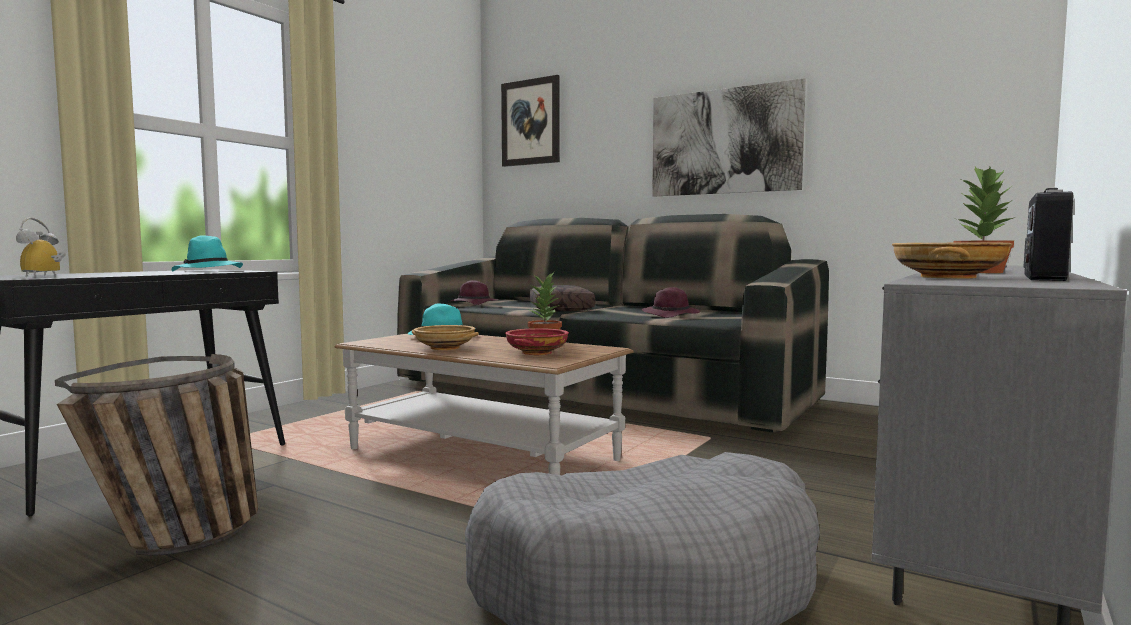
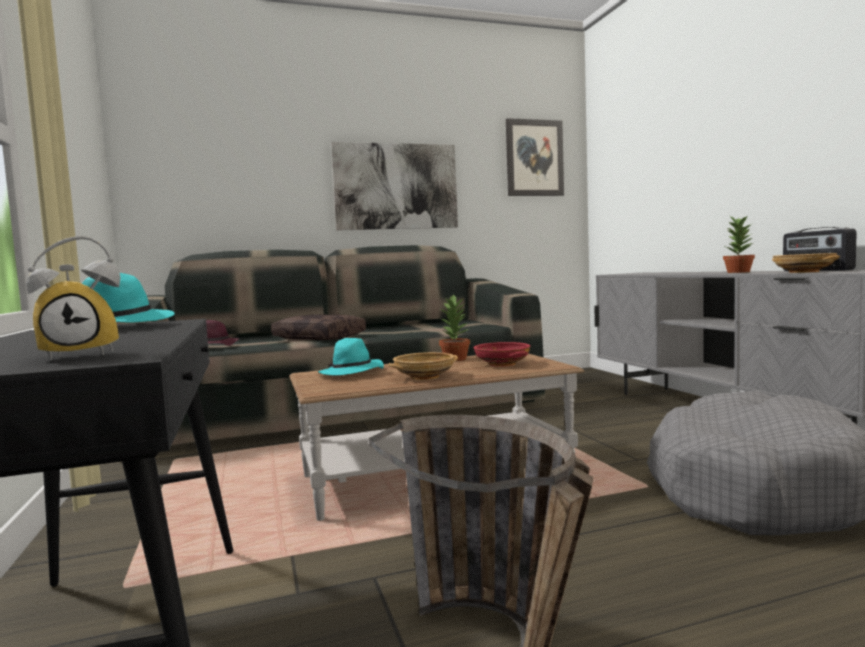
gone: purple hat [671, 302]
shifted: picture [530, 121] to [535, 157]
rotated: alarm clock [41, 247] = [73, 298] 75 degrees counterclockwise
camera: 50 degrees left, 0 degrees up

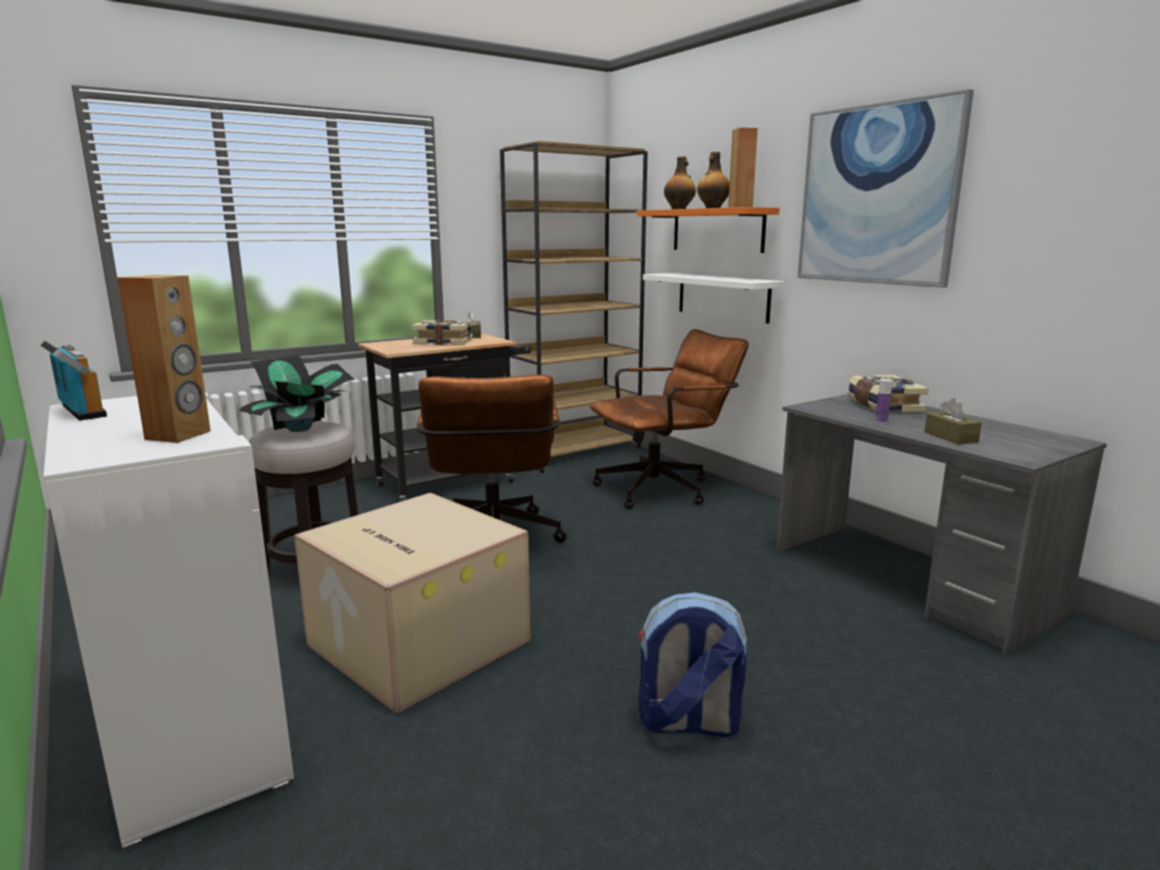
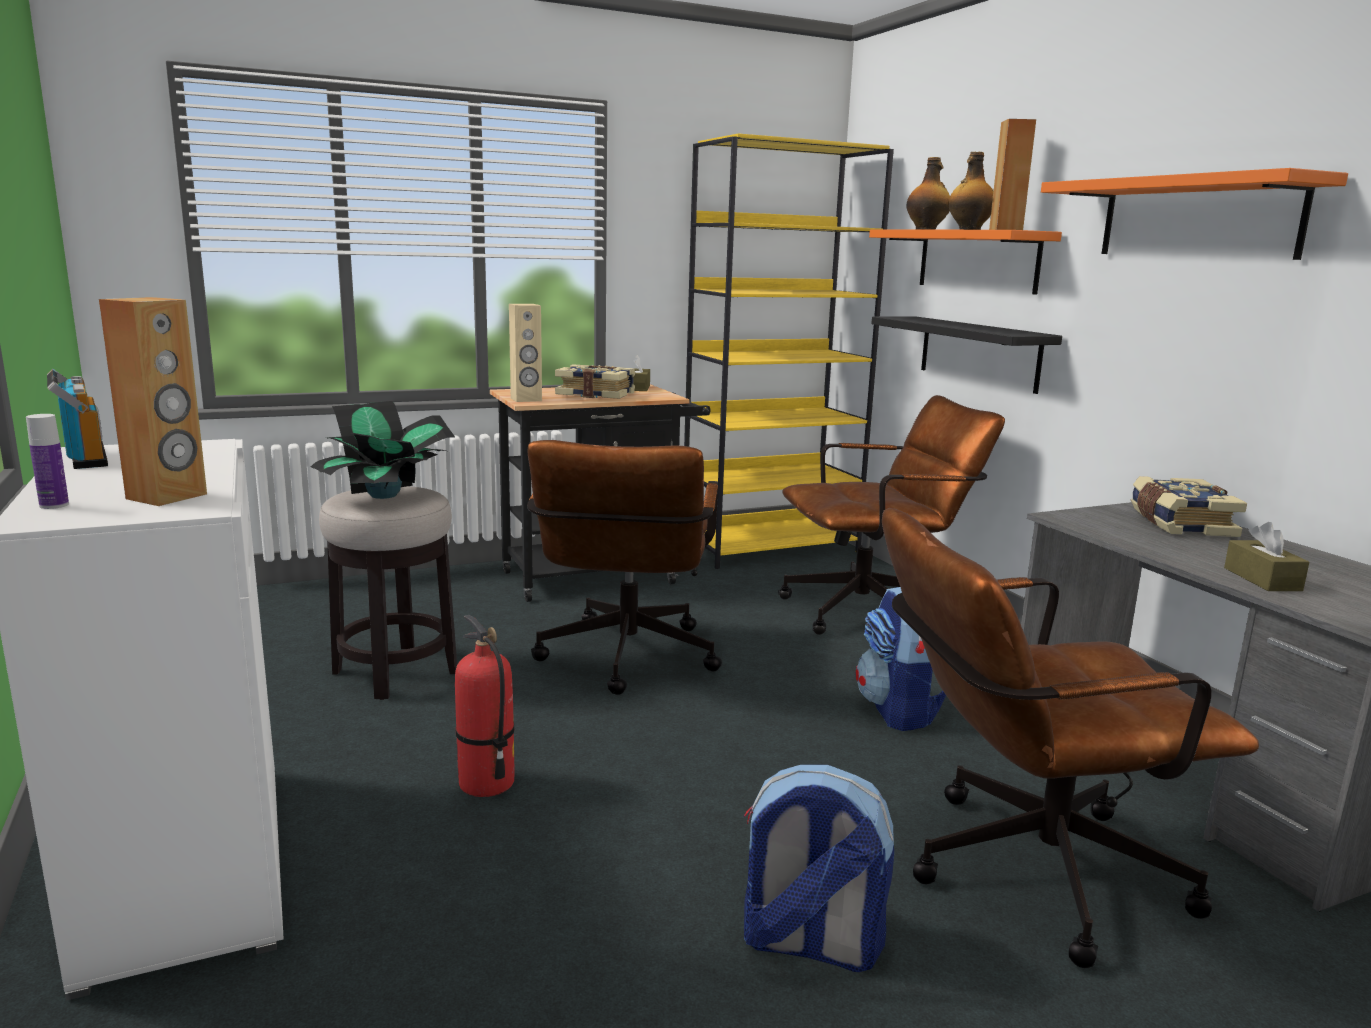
new: beige speaker [525, 353]; backpack [901, 659]; brown office chair [1070, 738]
shifted: bottle [883, 401] to [47, 461]
swapped: cardboard box [412, 603] to fire extinguisher [485, 706]; picture [885, 188] to orange shelf [1194, 214]
repainted: brown bookcase [574, 299] to yellow bookcase [789, 351]; white shelf [714, 298] to black shelf [966, 355]
camera: 10 degrees right, 0 degrees up

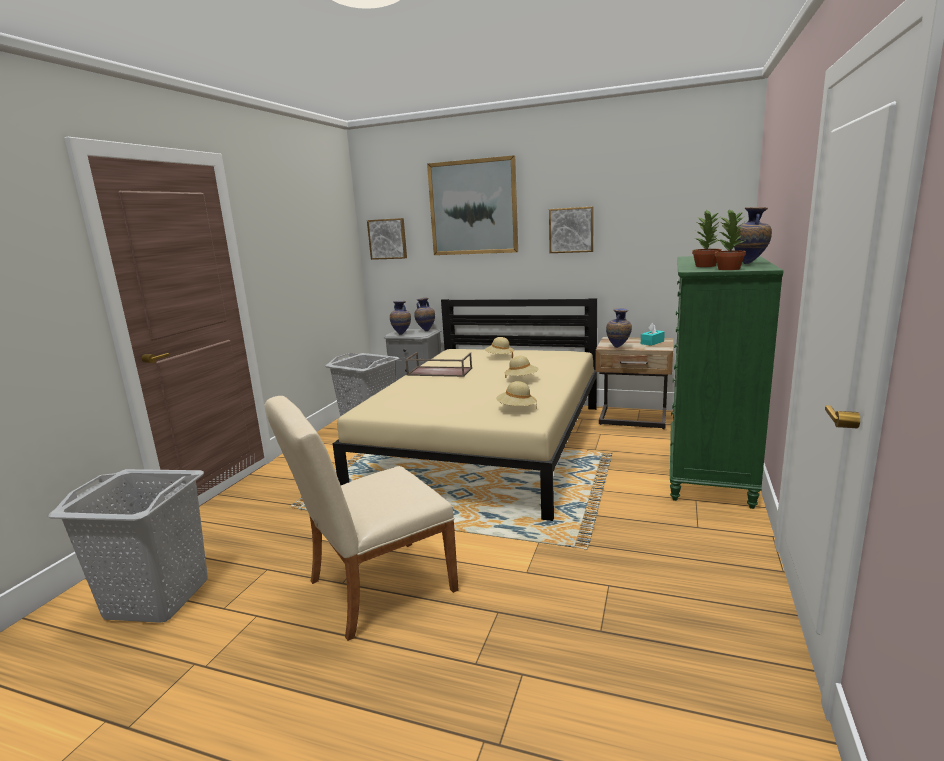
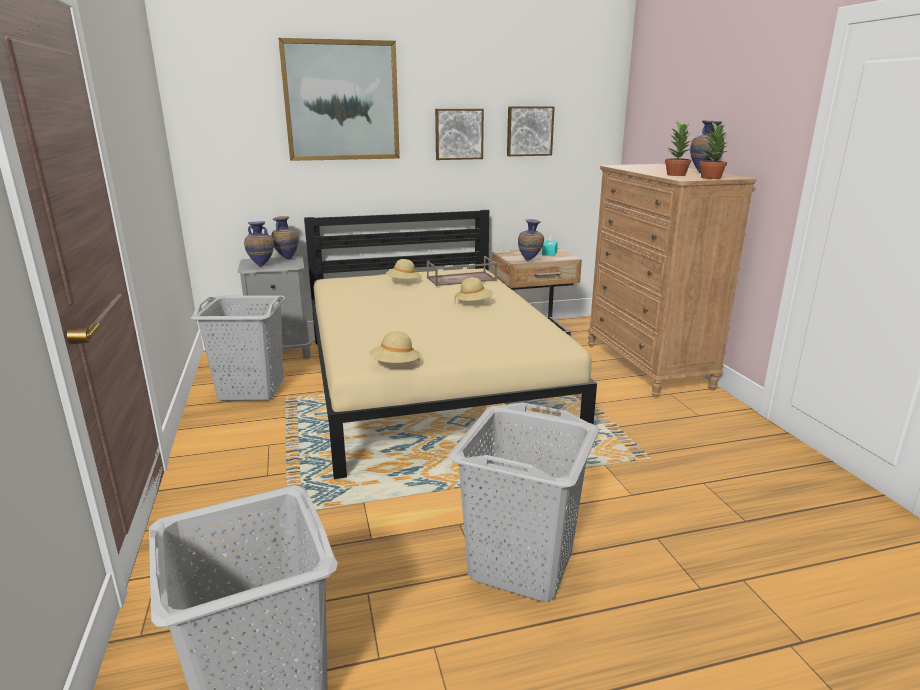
shifted: picture [387, 239] to [531, 131]; brown tray [438, 364] to [462, 271]; beige hat [516, 395] to [394, 347]
swapped: beige chair [361, 518] to grey laundry basket [524, 502]
repainted: green dresser [727, 382] to brown dresser [672, 281]
camera: 35 degrees left, 5 degrees up

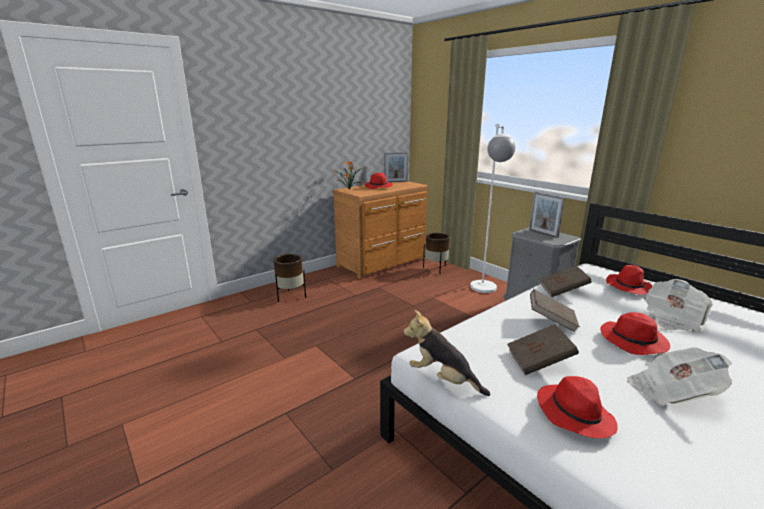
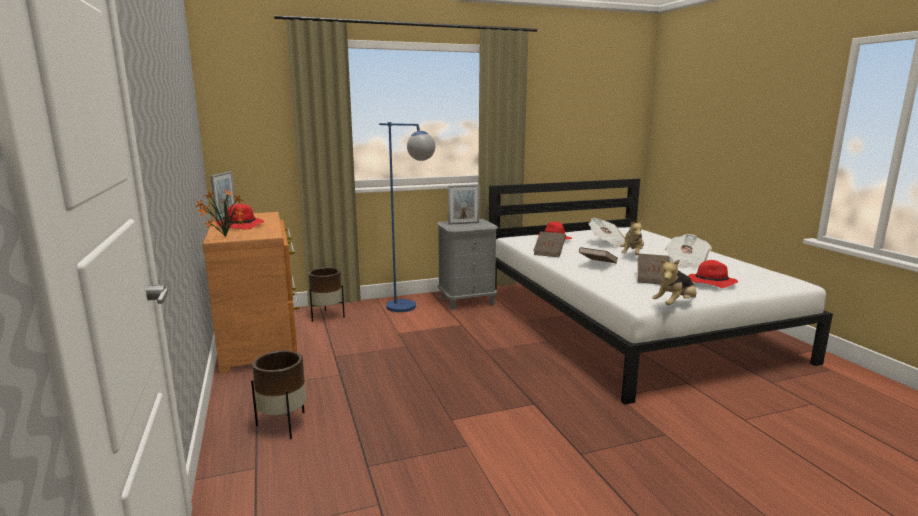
swapped: red hat [635, 333] to plush toy [632, 237]
repainted: white floor lamp [492, 208] to blue floor lamp [407, 217]
camera: 70 degrees left, 5 degrees down

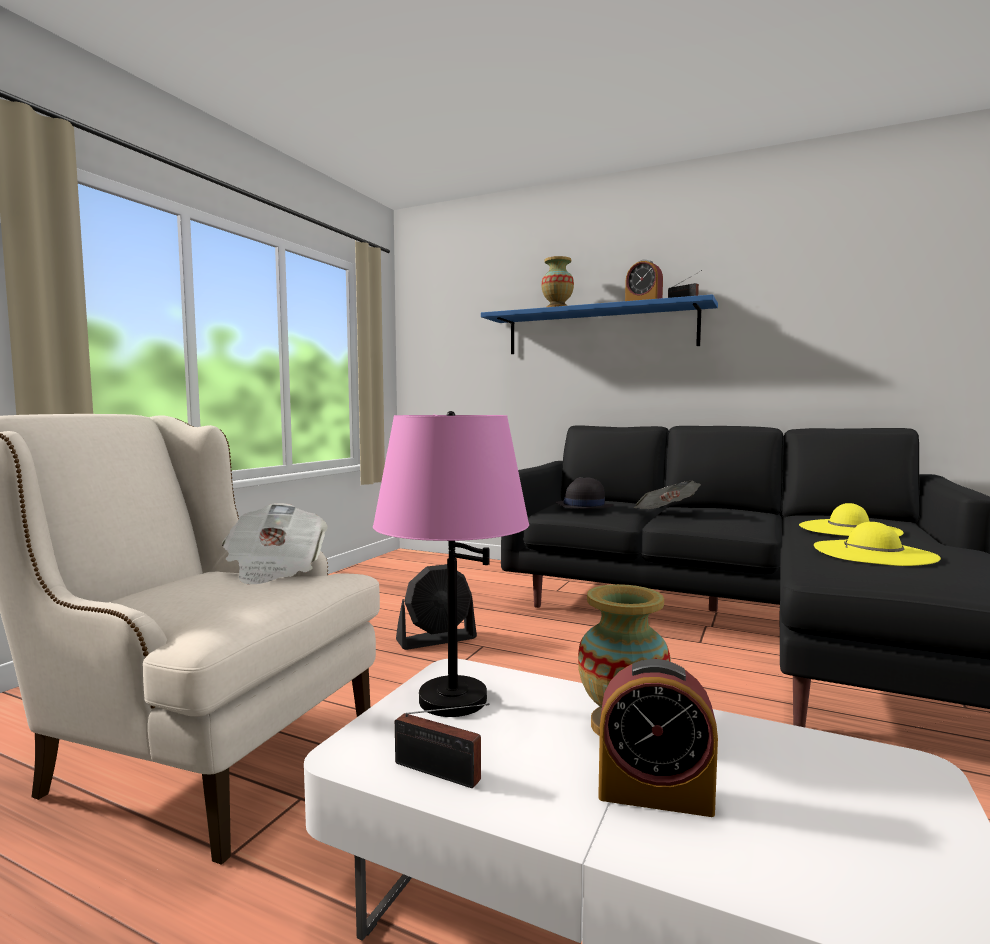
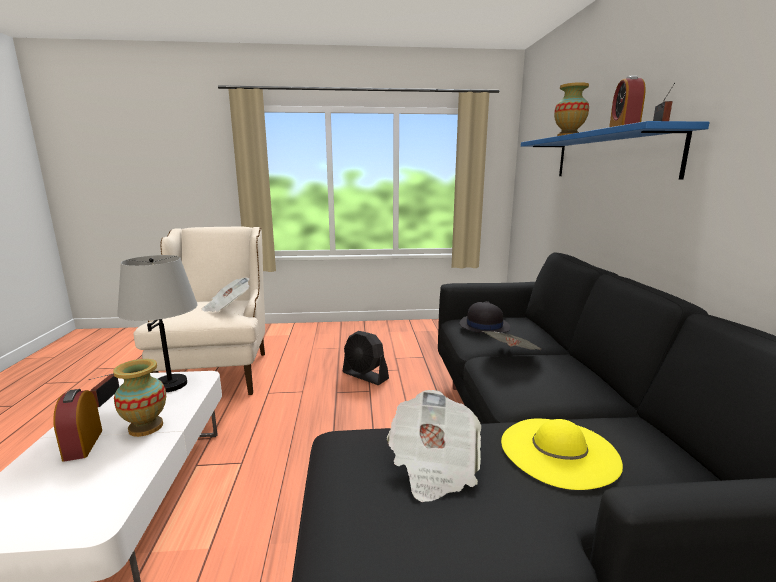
swapped: yellow hat [877, 544] to newspaper [434, 446]
repainted: pink table lamp [451, 564] to grey table lamp [157, 323]
camera: 60 degrees right, 10 degrees up

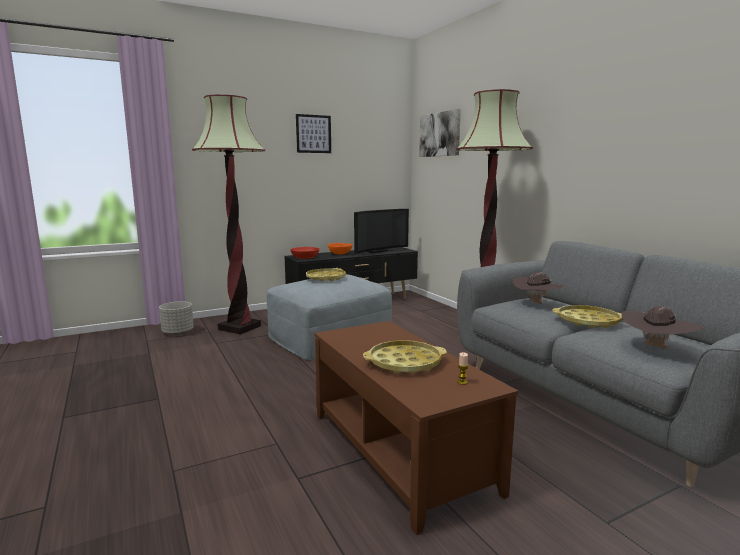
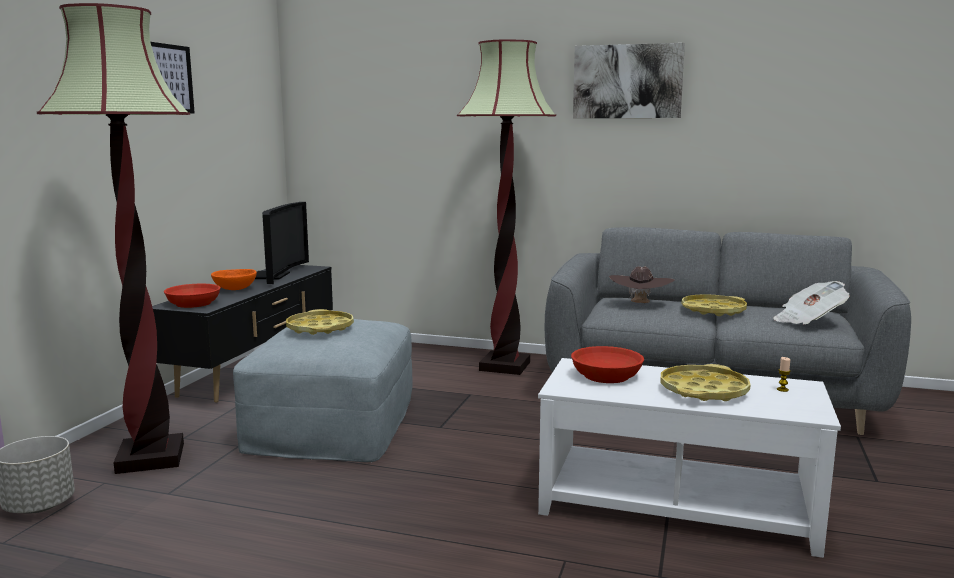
new: red bowl [607, 364]
shifted: picture [440, 133] to [629, 80]
swapped: brown hat [662, 327] to newspaper [811, 302]
repainted: brown coffee table [416, 428] to white coffee table [689, 458]
camera: 45 degrees left, 0 degrees up

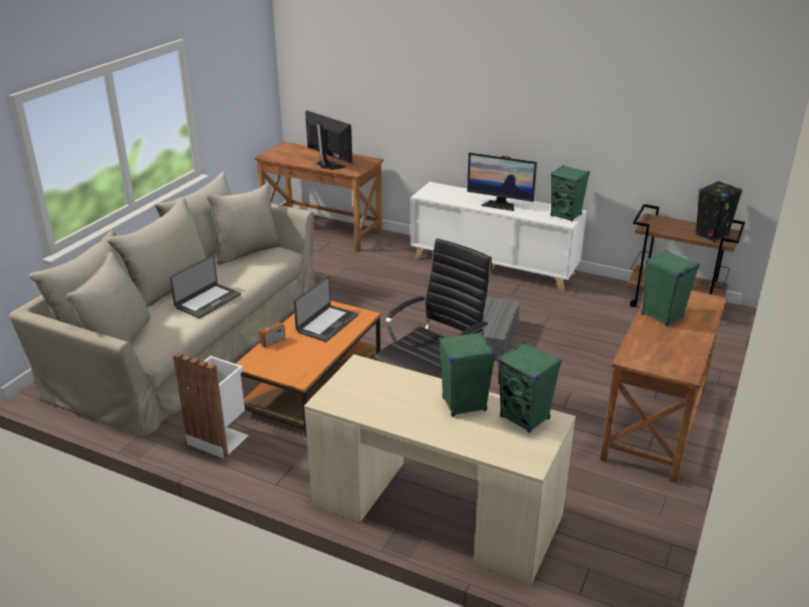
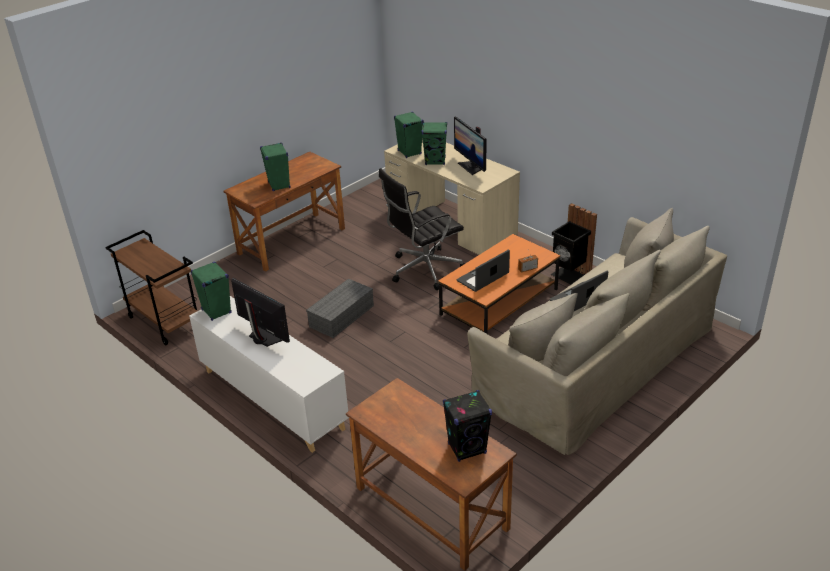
shifted: monitor [328, 140] to [470, 146]; black speaker [719, 211] to [467, 426]
repainted: white trash can [211, 405] to black trash can [573, 244]
camera: 160 degrees left, 5 degrees up

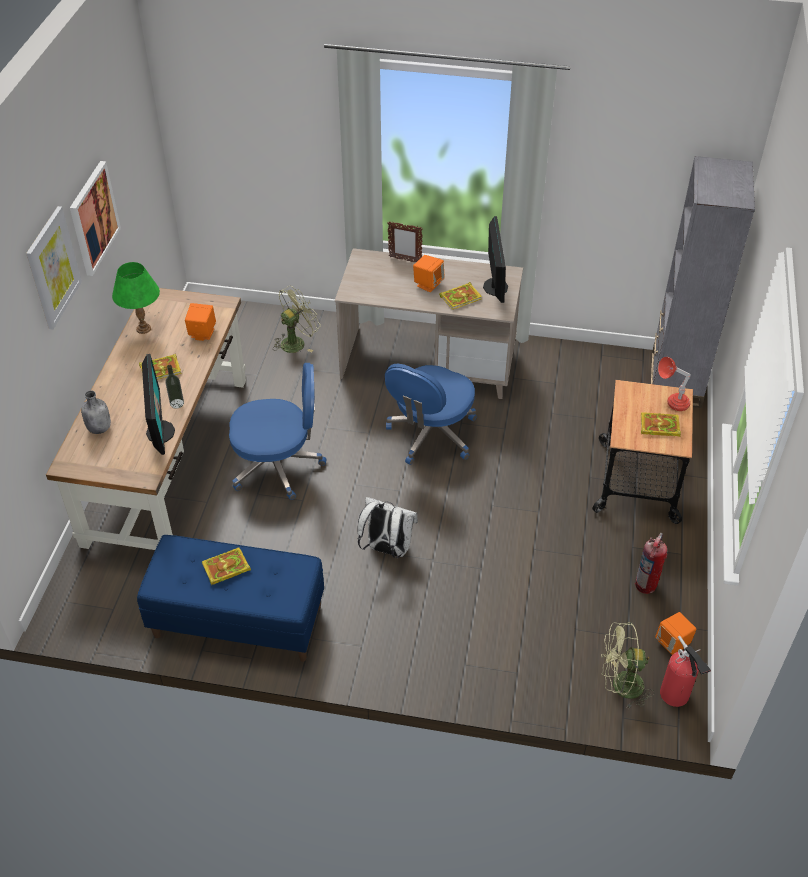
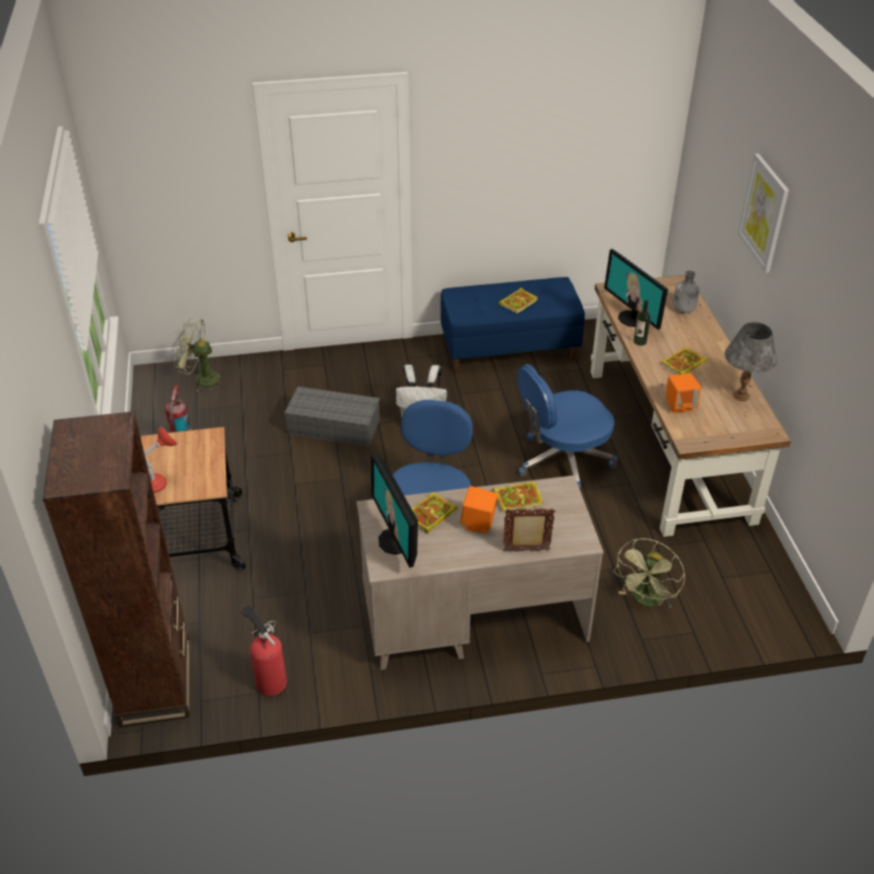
gone: picture [95, 218]; orange speaker [676, 633]
new: grey storage box [332, 416]
shifted: book [661, 424] to [518, 496]; fire extinguisher [685, 671] to [263, 650]
repainted: green table lamp [136, 298] to grey table lamp [751, 361]; grey bookcase [703, 282] to brown bookcase [116, 569]
rotated: green fan [628, 665] = [199, 355] 150 degrees counterclockwise
camera: 160 degrees right, 5 degrees down

